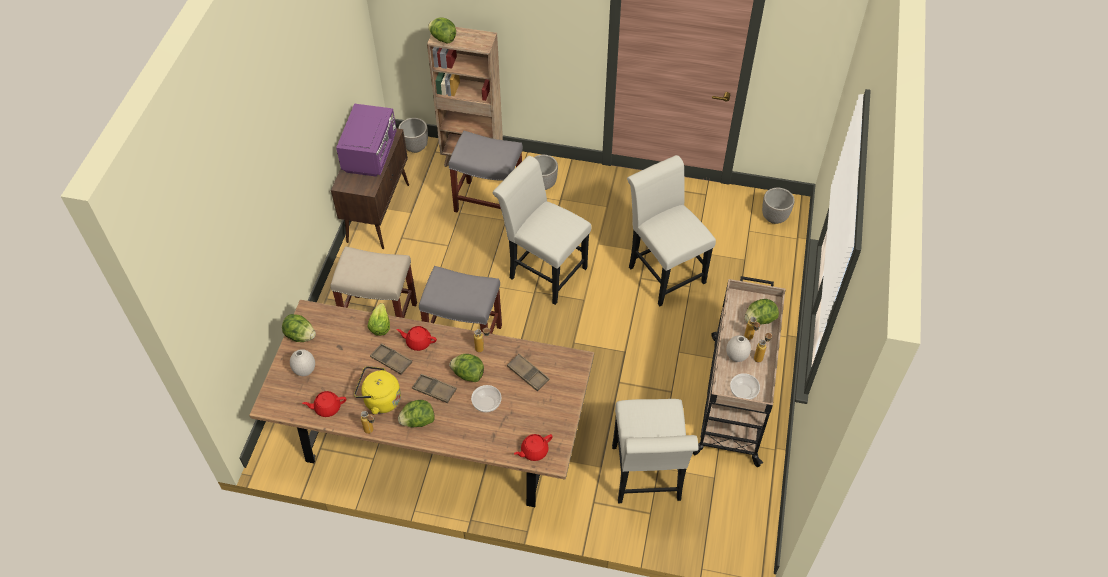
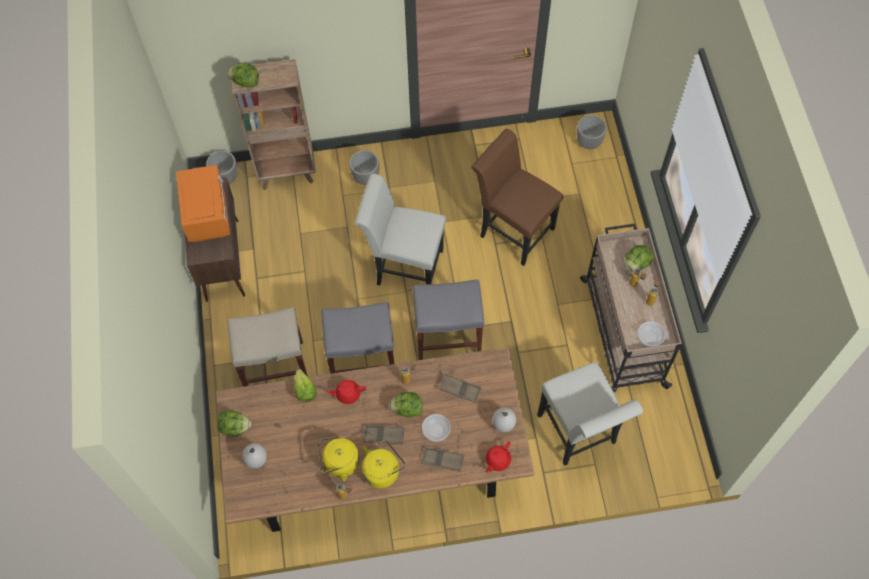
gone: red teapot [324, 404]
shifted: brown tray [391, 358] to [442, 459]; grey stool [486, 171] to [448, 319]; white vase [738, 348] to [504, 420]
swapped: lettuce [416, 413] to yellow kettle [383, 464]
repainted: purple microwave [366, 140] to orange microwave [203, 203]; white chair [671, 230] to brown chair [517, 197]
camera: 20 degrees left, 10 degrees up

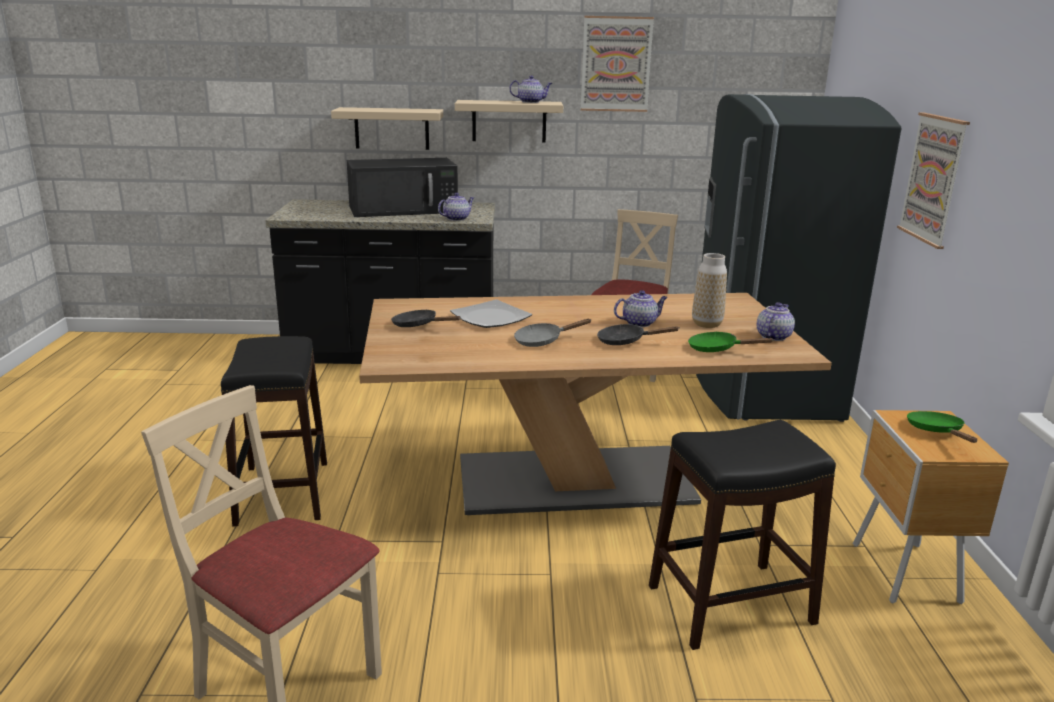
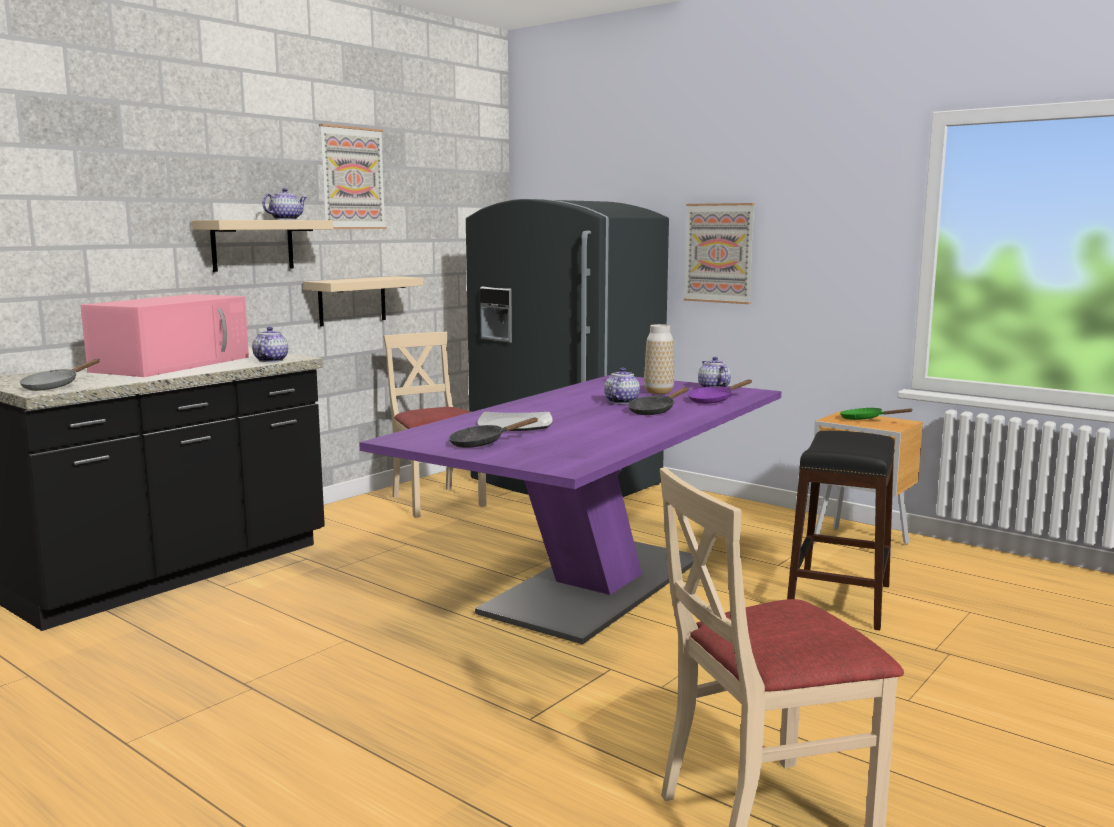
gone: black stool [274, 431]
shifted: beige shelf [387, 128] to [363, 301]; grey frying pan [553, 333] to [59, 375]
repainted: black microwave [402, 187] to pink microwave [164, 335]; beige dining table [595, 404] to purple dining table [570, 509]; green frying pan [730, 342] to purple frying pan [720, 392]
camera: 50 degrees left, 10 degrees down

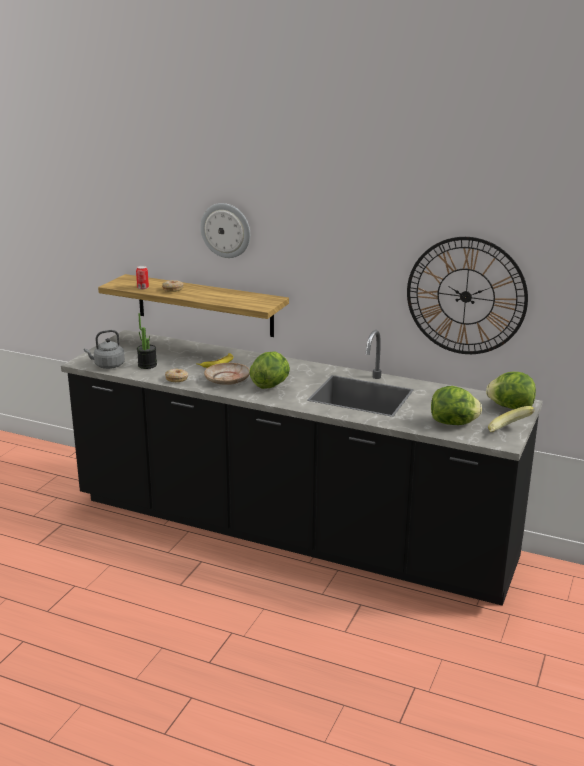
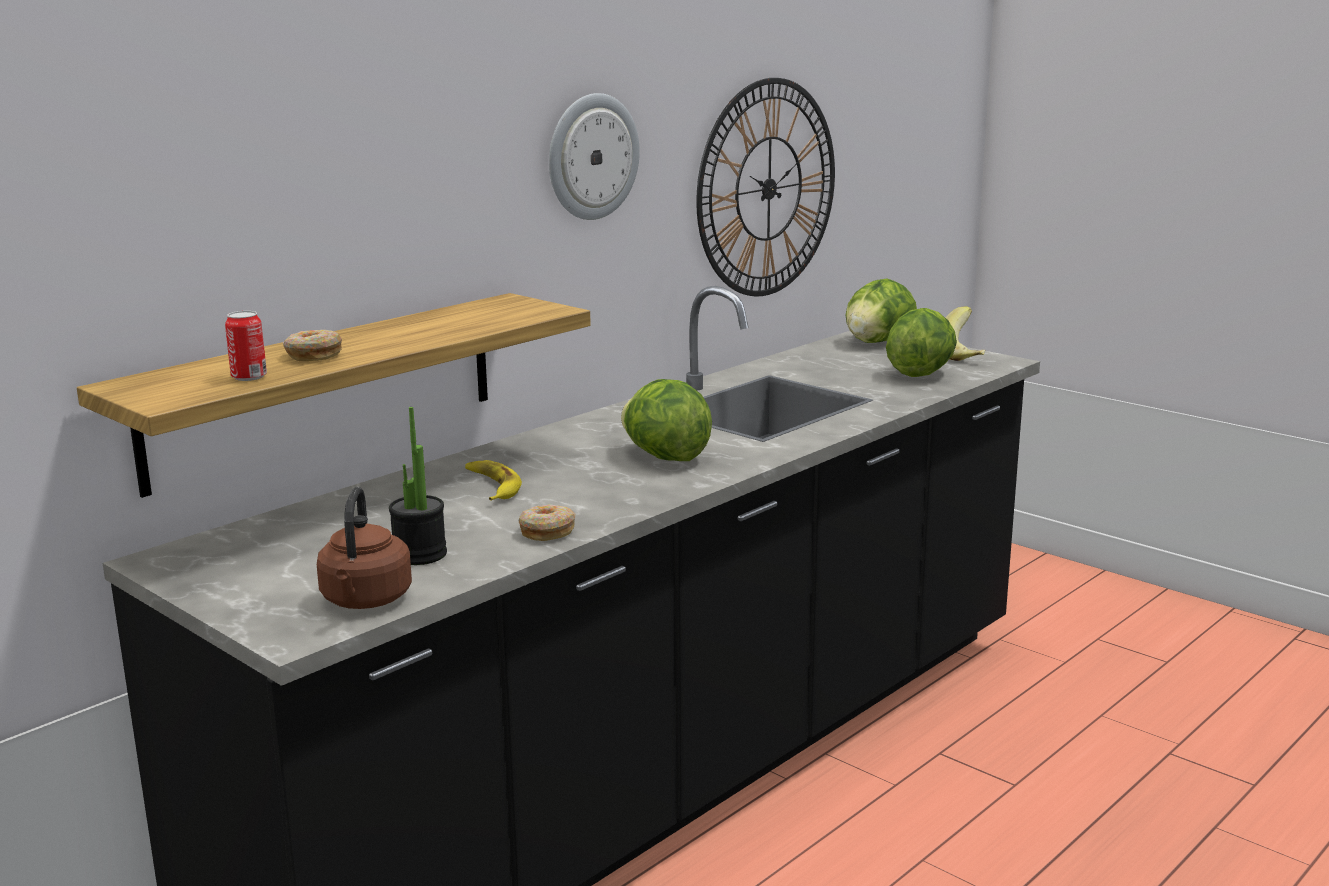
gone: beige plate [227, 374]
shifted: wall clock [225, 230] to [594, 156]
repainted: grey kettle [104, 349] to brown kettle [364, 548]
camera: 70 degrees left, 5 degrees down

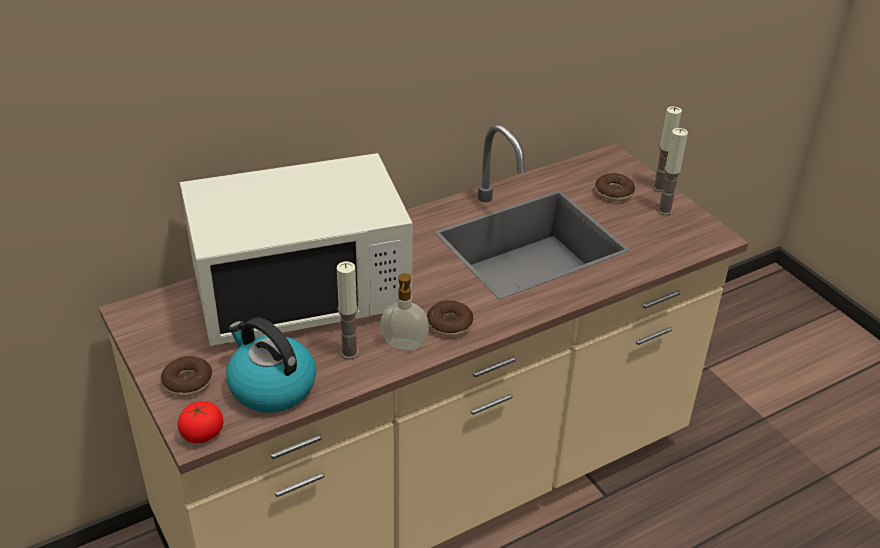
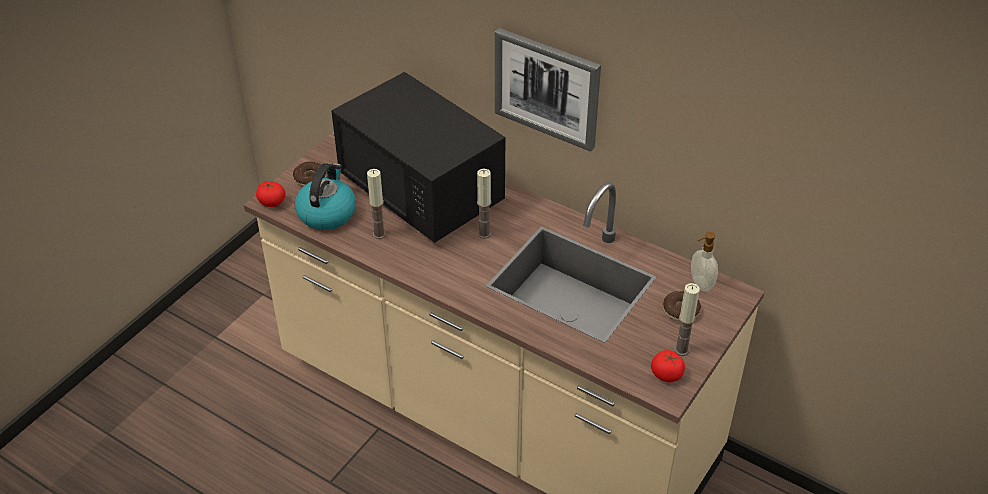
gone: donut [450, 318]
new: picture [548, 90]; tomato [668, 366]
shifted: soap dispenser [404, 311] to [704, 262]; candle [667, 149] to [484, 204]
repainted: white microwave [296, 249] to black microwave [418, 157]
camera: 65 degrees right, 5 degrees up

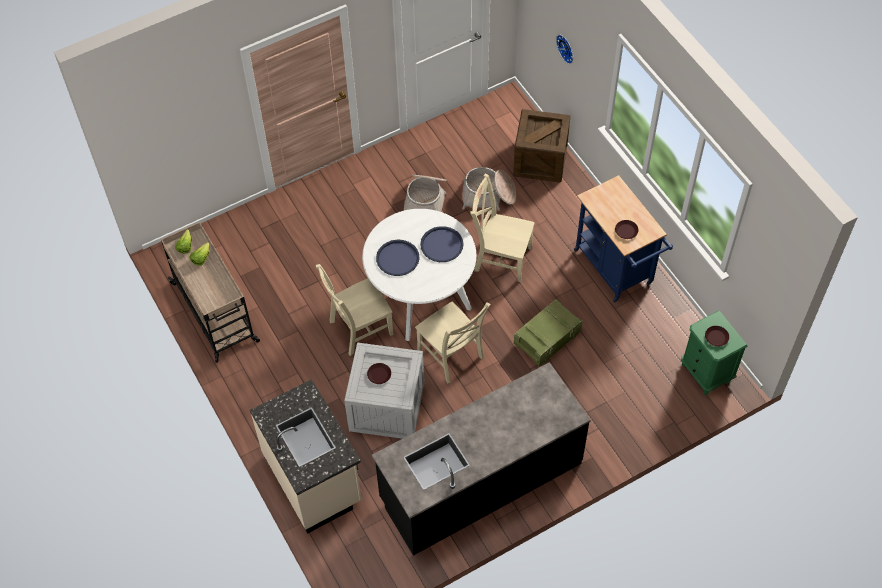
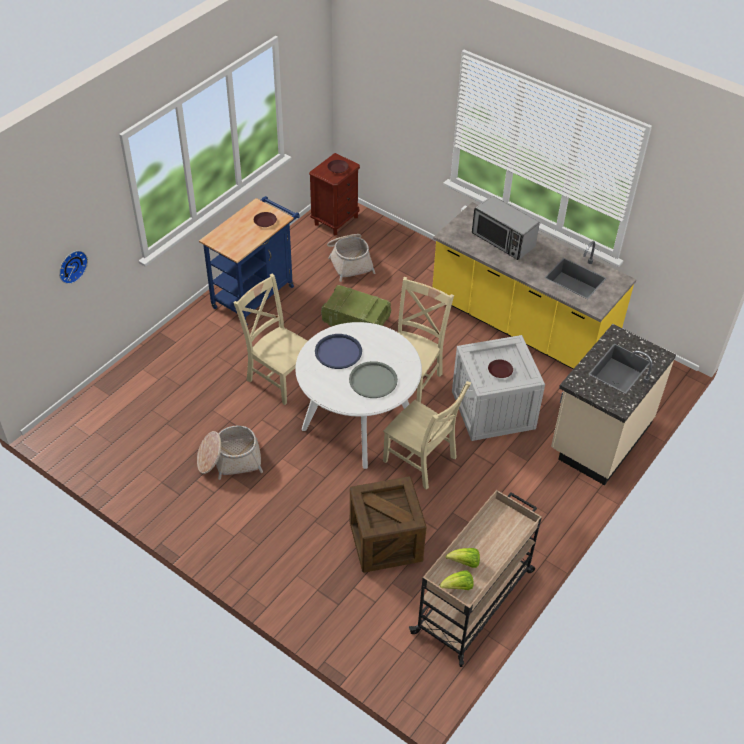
new: microwave [506, 228]
shifted: basket [489, 189] to [351, 258]; crate [542, 146] to [388, 524]
repainted: black counter [481, 459] to yellow counter [534, 285]; blue tray [397, 258] to grey tray [373, 379]; green nightstand [714, 352] to brown nightstand [334, 194]
rotated: beige chair [503, 228] = [271, 339] 135 degrees clockwise
camera: 115 degrees left, 10 degrees down

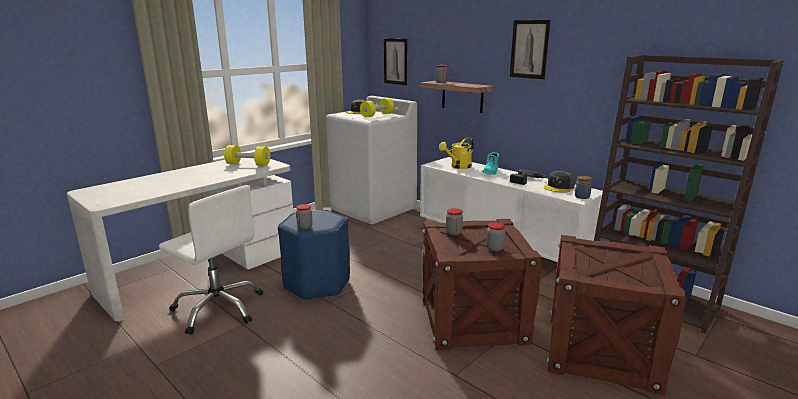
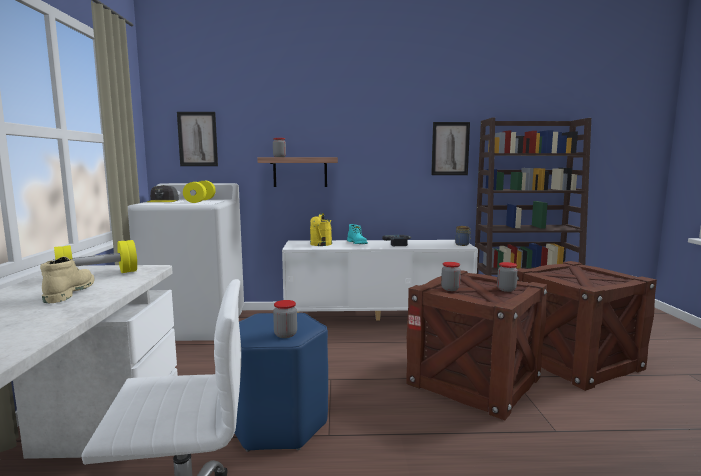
gone: grey cap [559, 182]
new: beige boot [67, 280]
shifted: picture [530, 49] to [450, 148]
camera: 45 degrees left, 10 degrees down

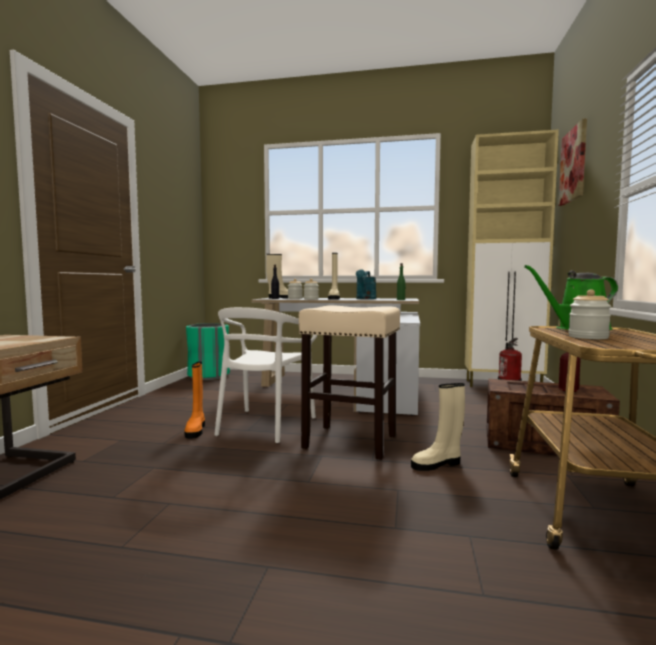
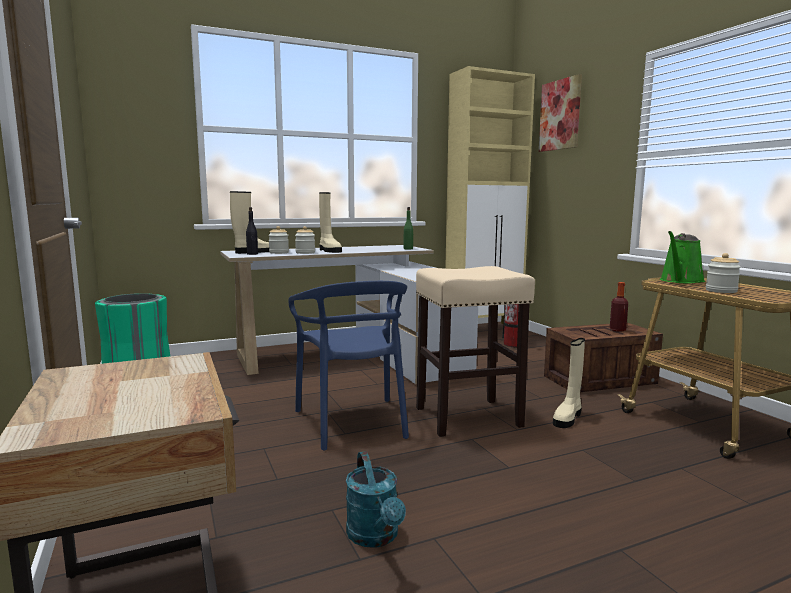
gone: orange boot [194, 400]
shifted: turquoise watering can [366, 284] to [376, 499]
repainted: white chair [265, 375] to blue chair [348, 366]
camera: 35 degrees left, 5 degrees up

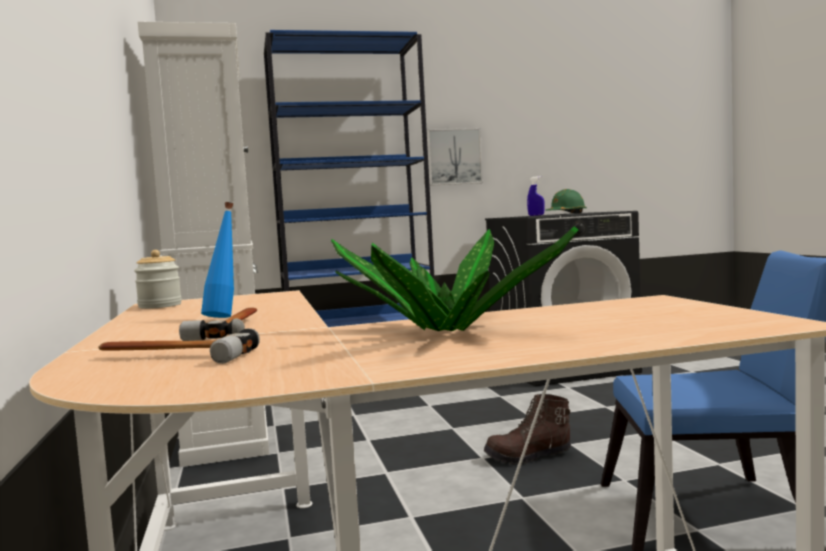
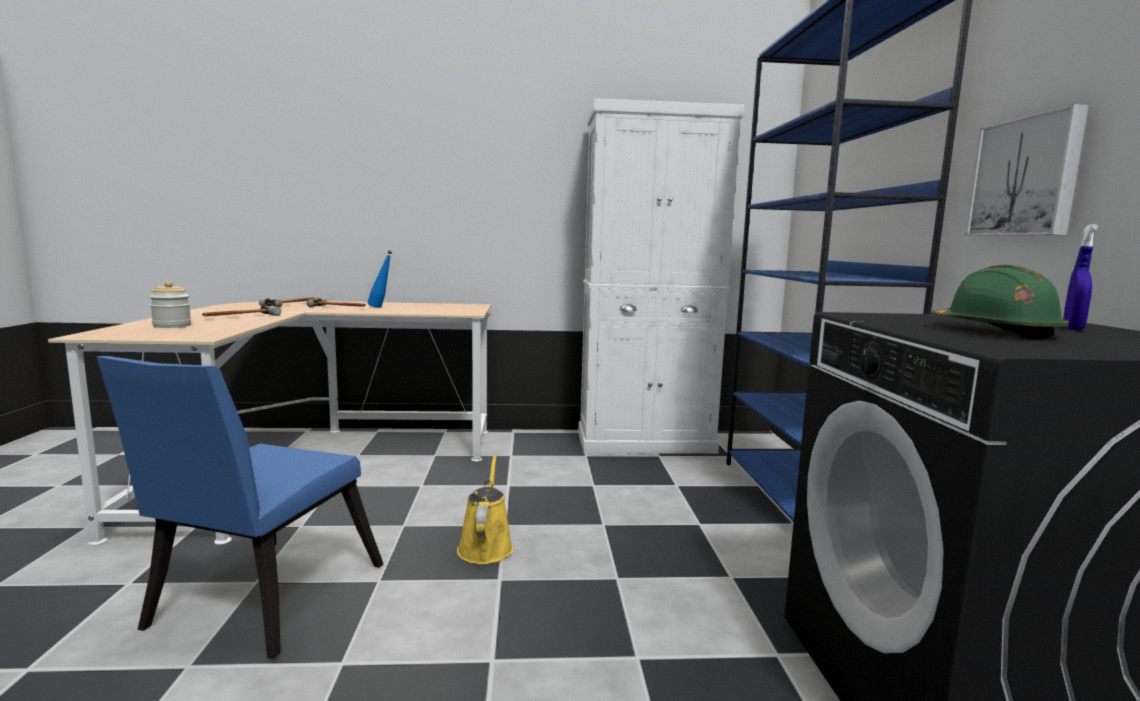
shifted: jar [158, 279] to [170, 304]
swapped: potted plant [454, 278] to hammer [241, 310]; brown boot [527, 429] to yellow watering can [485, 509]
camera: 100 degrees right, 5 degrees up

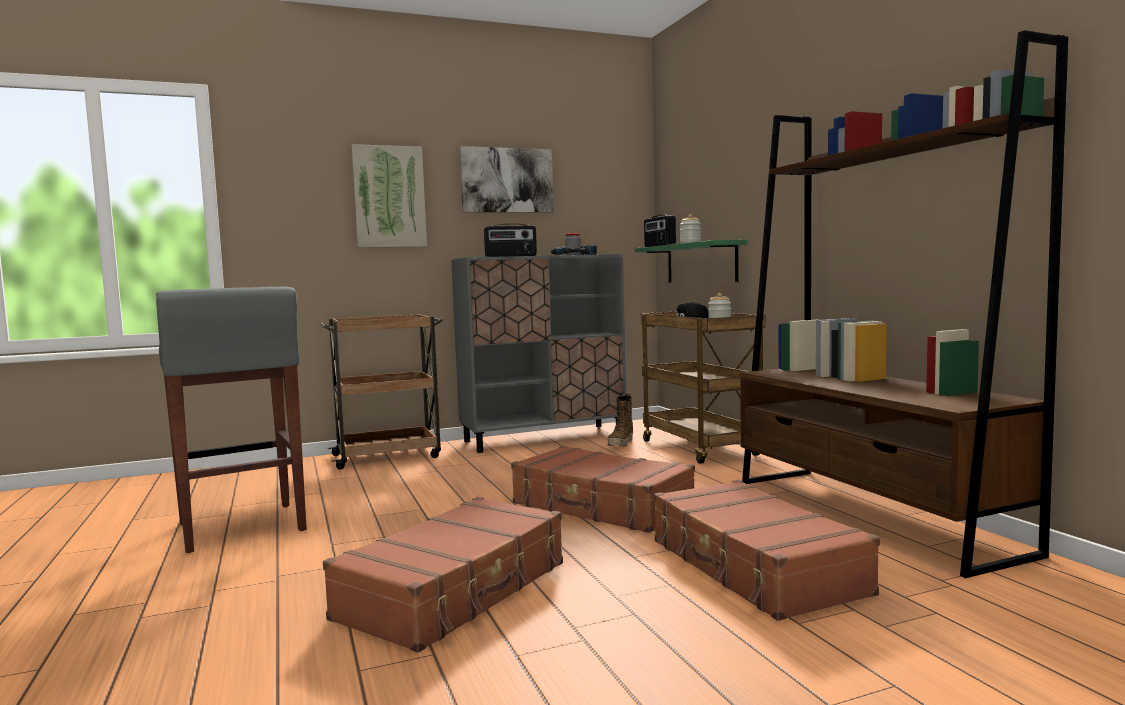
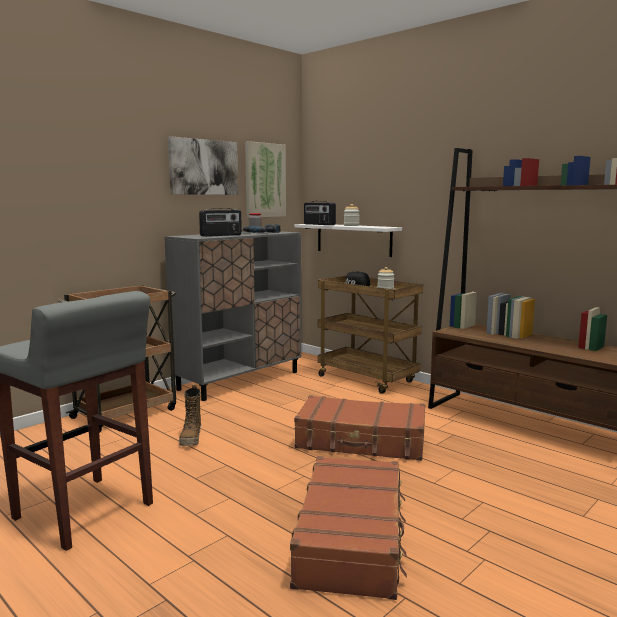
gone: brown suitcase [767, 550]
shifted: picture [389, 196] to [265, 179]; boot [620, 420] to [190, 415]
repainted: green shelf [691, 261] to white shelf [348, 240]
camera: 25 degrees left, 5 degrees up

